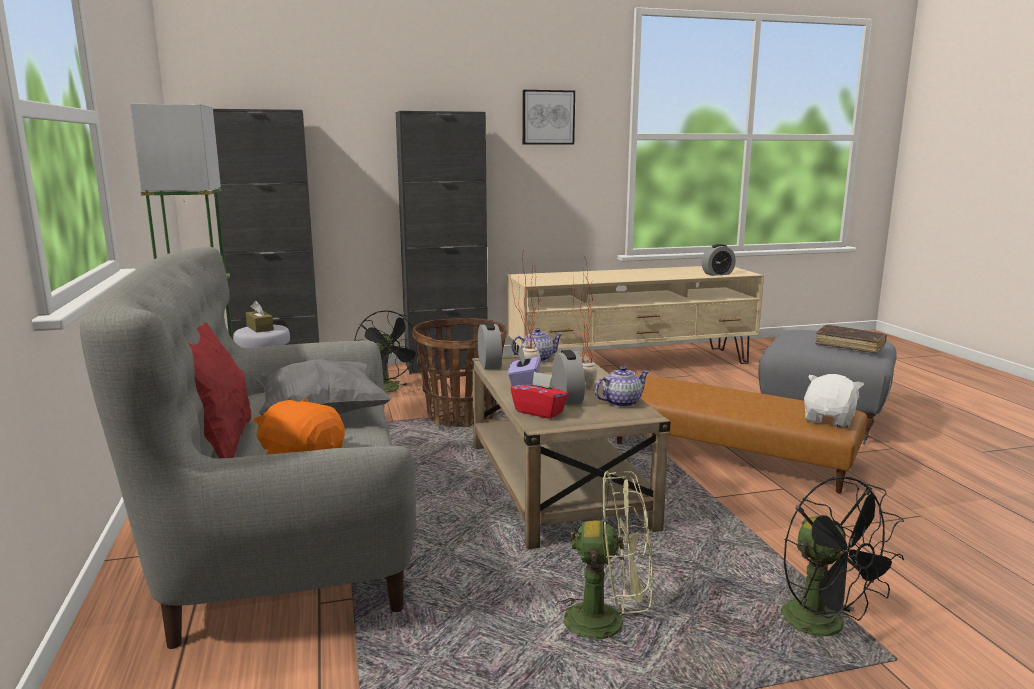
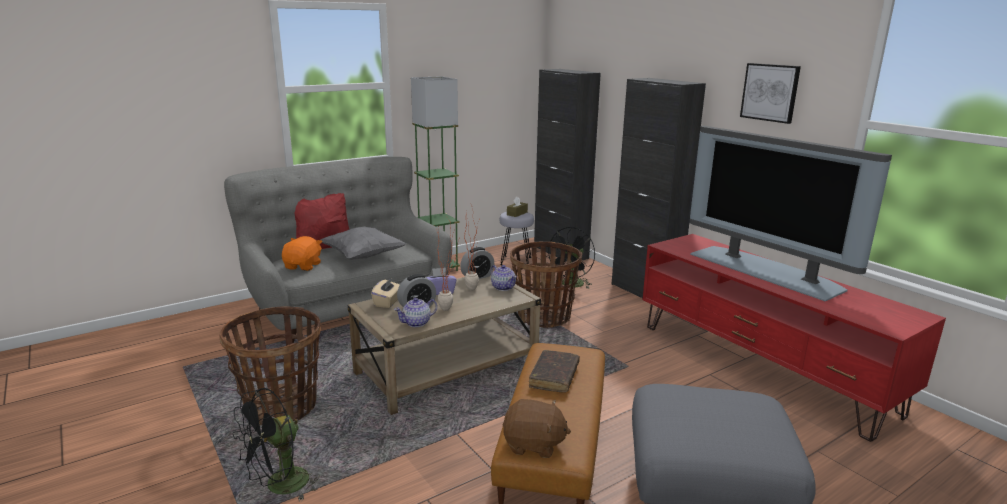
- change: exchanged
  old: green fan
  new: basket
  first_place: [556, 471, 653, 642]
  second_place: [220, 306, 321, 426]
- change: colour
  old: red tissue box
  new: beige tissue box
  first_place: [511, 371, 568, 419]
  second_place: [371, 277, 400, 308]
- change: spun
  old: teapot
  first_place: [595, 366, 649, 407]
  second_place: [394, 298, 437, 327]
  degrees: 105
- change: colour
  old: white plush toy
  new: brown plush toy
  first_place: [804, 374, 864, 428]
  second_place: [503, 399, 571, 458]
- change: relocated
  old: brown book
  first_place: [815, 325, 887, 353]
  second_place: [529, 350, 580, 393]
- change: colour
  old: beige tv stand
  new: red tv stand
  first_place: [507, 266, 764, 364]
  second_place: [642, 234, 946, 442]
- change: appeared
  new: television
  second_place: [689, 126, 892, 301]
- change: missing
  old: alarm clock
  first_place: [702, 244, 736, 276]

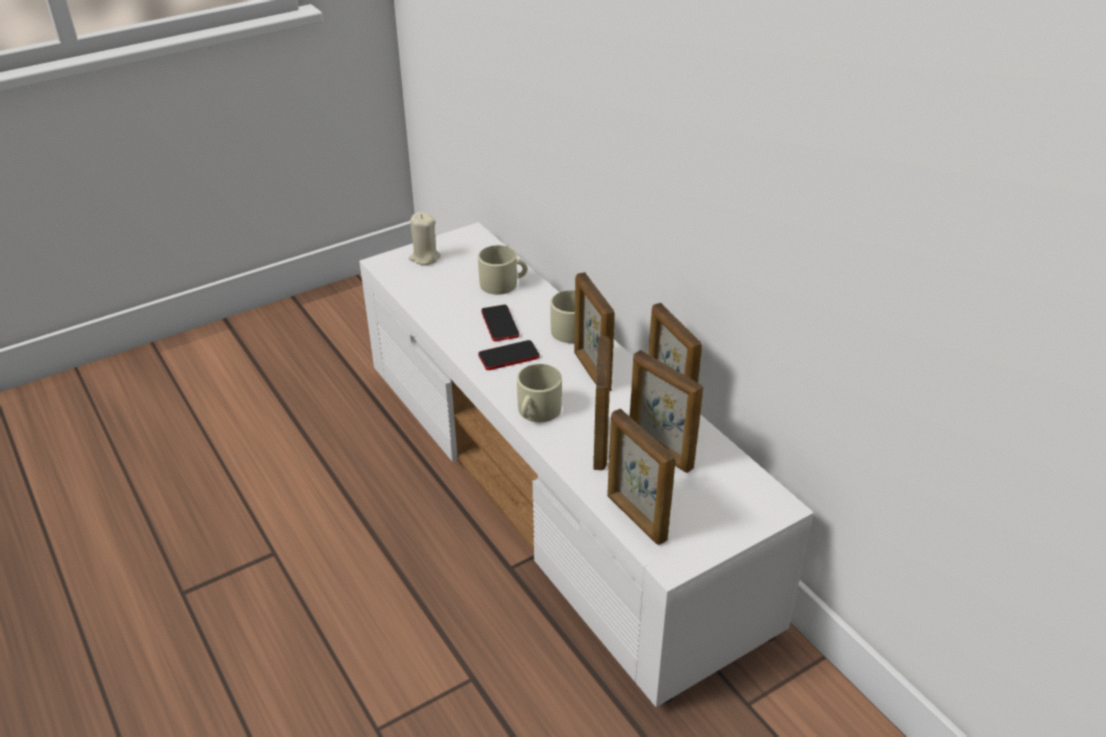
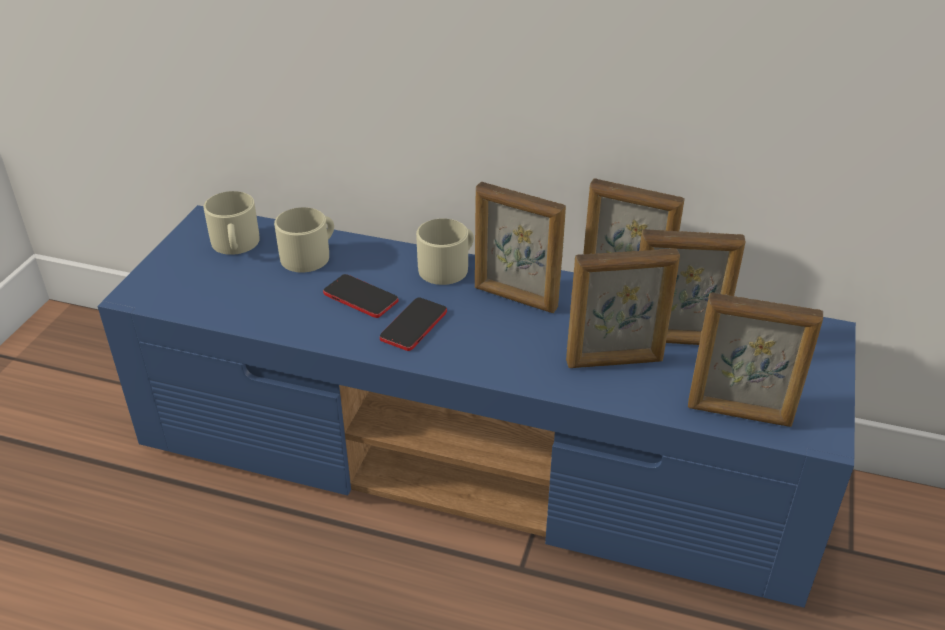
- change: colour
  old: white tv stand
  new: blue tv stand
  first_place: [359, 222, 814, 707]
  second_place: [97, 205, 856, 608]
- change: relocated
  old: beige mug
  first_place: [517, 364, 562, 422]
  second_place: [203, 191, 260, 255]
- change: spun
  old: picture frame
  first_place: [593, 336, 611, 470]
  second_place: [566, 248, 680, 368]
  degrees: 120
- change: missing
  old: beige candle
  first_place: [409, 212, 441, 265]

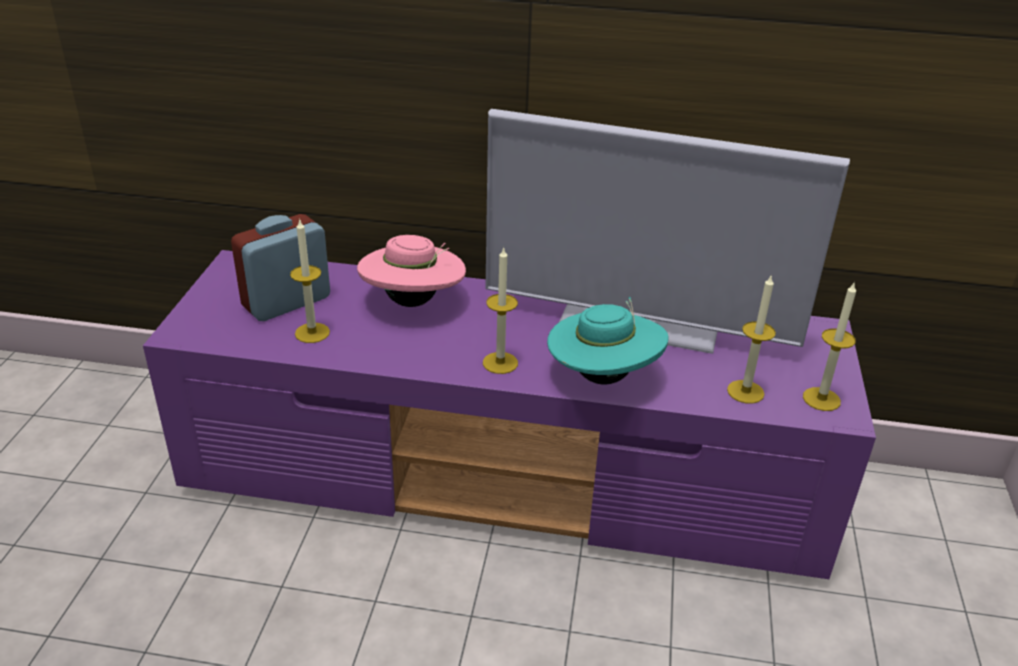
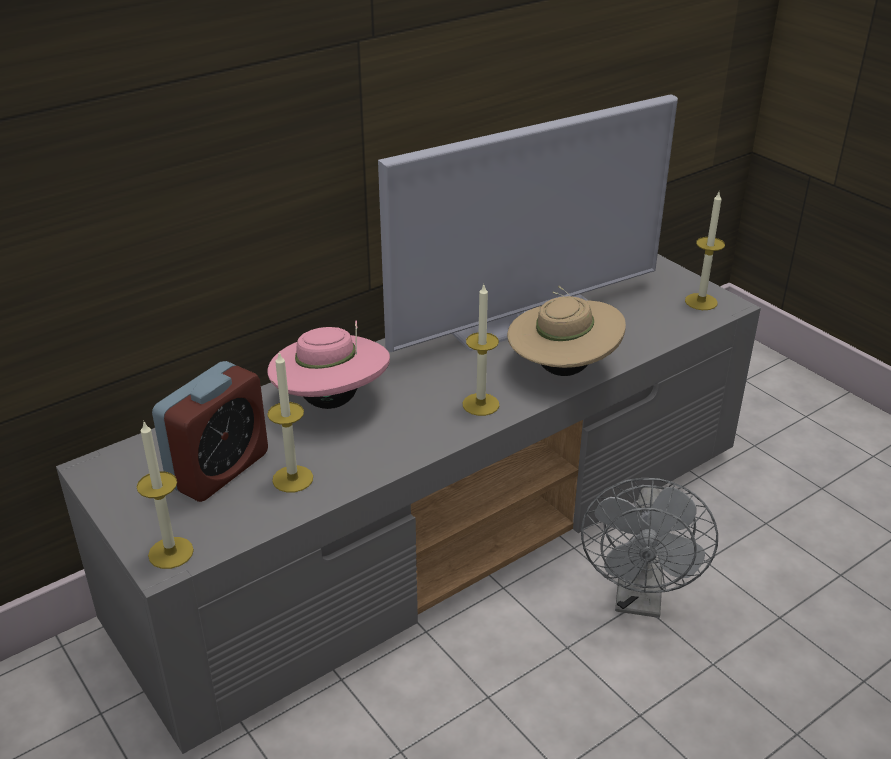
- change: colour
  old: purple tv stand
  new: grey tv stand
  first_place: [143, 250, 876, 579]
  second_place: [56, 254, 761, 754]
- change: relocated
  old: candle
  first_place: [727, 274, 776, 404]
  second_place: [136, 420, 194, 569]
- change: spun
  old: alarm clock
  first_place: [231, 214, 330, 321]
  second_place: [152, 361, 268, 502]
  degrees: -150
- change: colour
  old: turquoise hat
  new: beige hat
  first_place: [547, 297, 669, 385]
  second_place: [507, 286, 626, 376]
- change: appeared
  new: grey fan
  second_place: [581, 478, 718, 618]

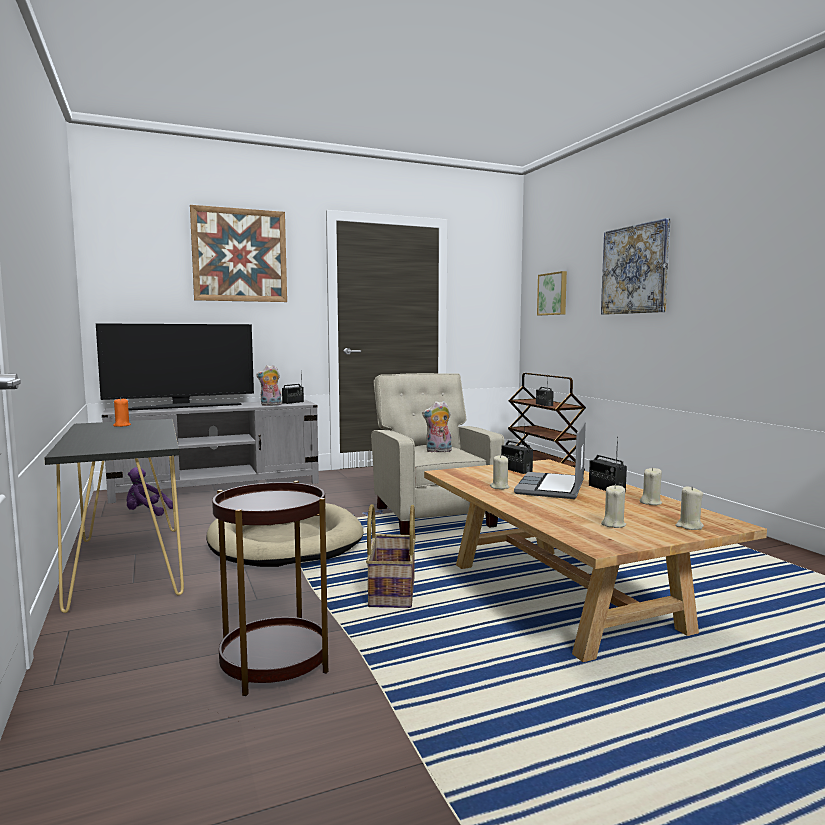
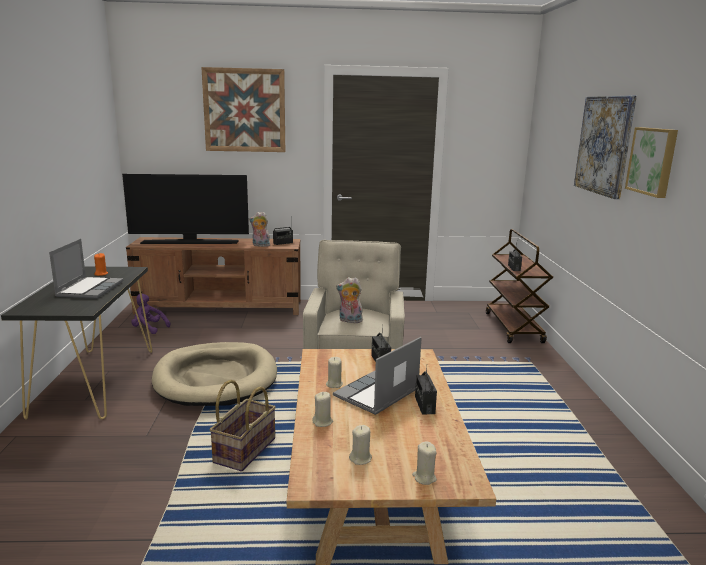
- change: appeared
  new: laptop
  second_place: [49, 239, 124, 299]
- change: colour
  old: grey tv stand
  new: brown tv stand
  first_place: [102, 400, 319, 504]
  second_place: [126, 237, 301, 315]
- change: relocated
  old: beige candle
  first_place: [640, 467, 662, 505]
  second_place: [312, 392, 333, 427]
- change: relocated
  old: picture
  first_place: [537, 271, 567, 315]
  second_place: [625, 127, 678, 198]
- change: missing
  old: brown side table
  first_place: [212, 481, 328, 696]

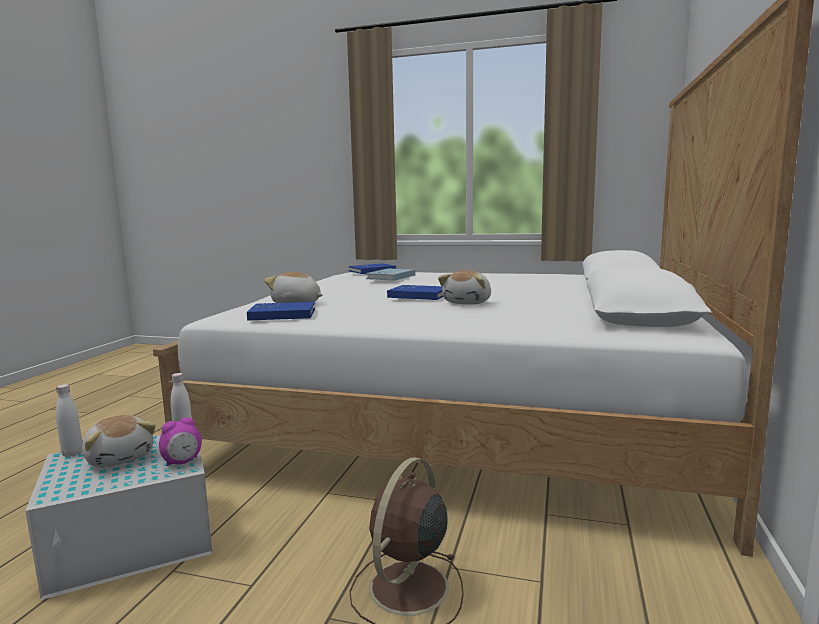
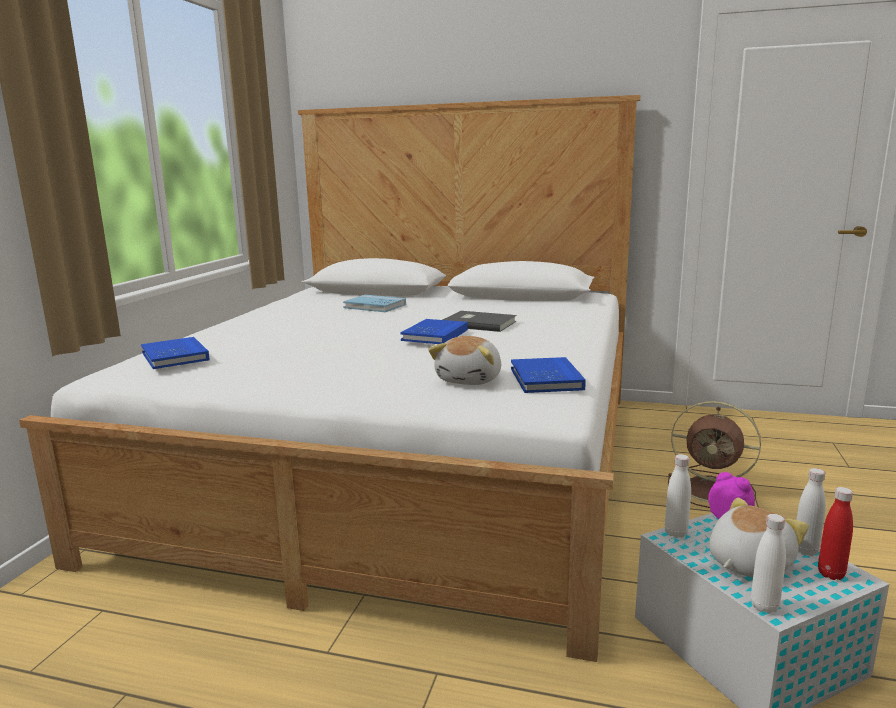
- change: relocated
  old: blue book
  first_place: [366, 269, 415, 281]
  second_place: [343, 295, 406, 312]
- change: exchanged
  old: plush toy
  new: grey book
  first_place: [438, 270, 491, 305]
  second_place: [442, 311, 516, 332]
- change: appeared
  new: white bottle
  second_place: [797, 468, 826, 556]
- change: appeared
  new: red bottle
  second_place: [818, 487, 853, 580]

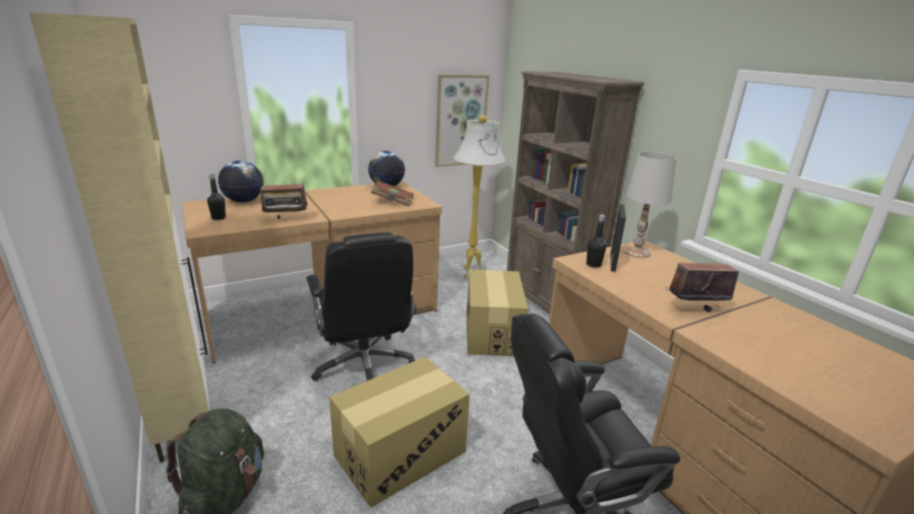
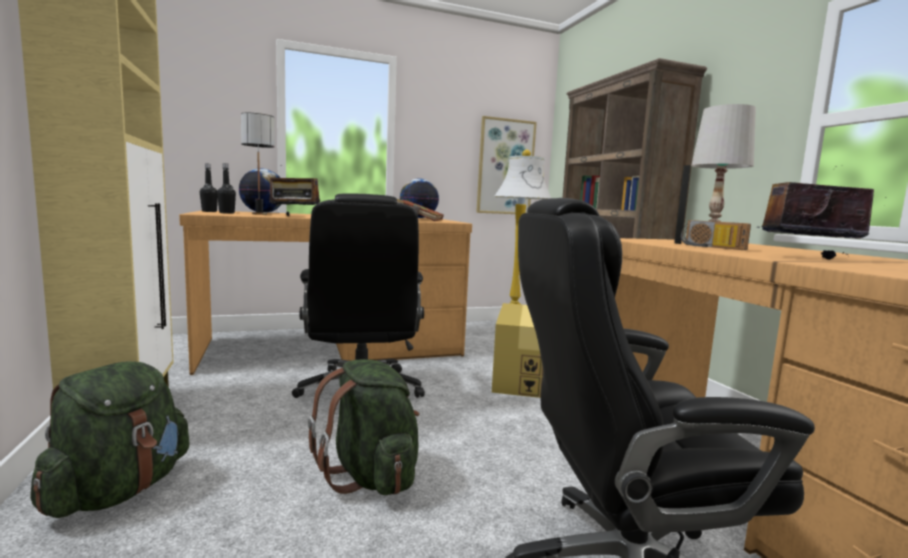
- change: relocated
  old: black bottle
  first_place: [586, 215, 607, 268]
  second_place: [200, 163, 218, 212]
- change: appeared
  new: table lamp
  second_place: [241, 113, 275, 215]
- change: exchanged
  old: cardboard box
  new: green backpack
  first_place: [329, 357, 470, 508]
  second_place: [308, 359, 419, 495]
- change: appeared
  new: radio
  second_place: [681, 220, 751, 250]

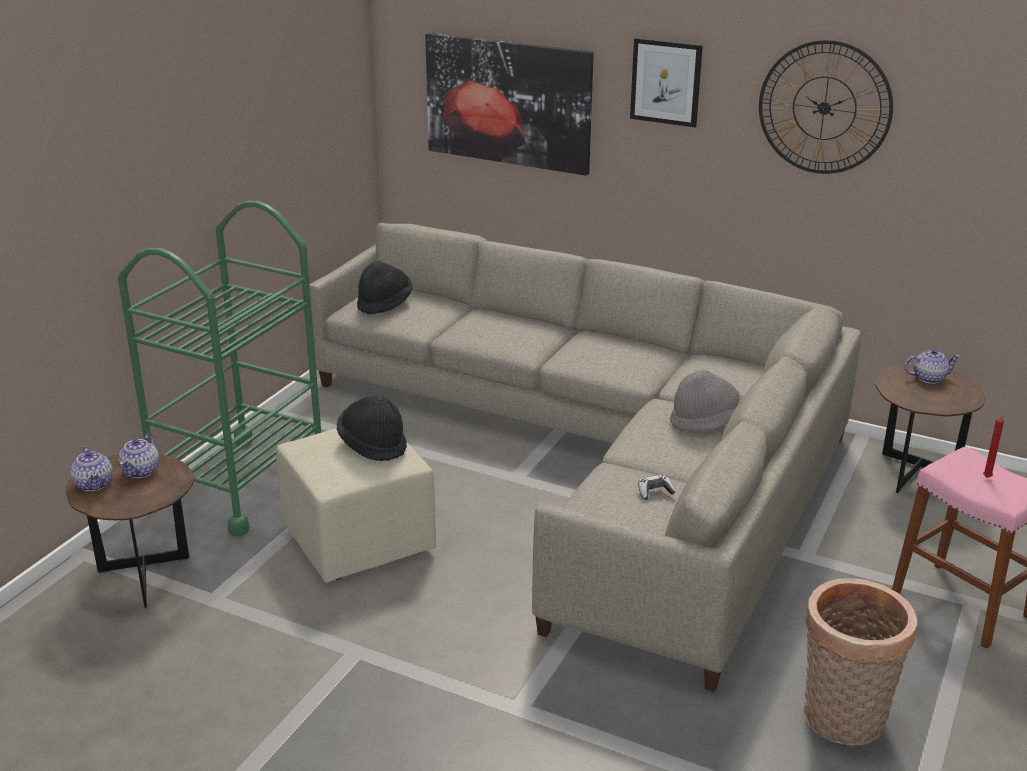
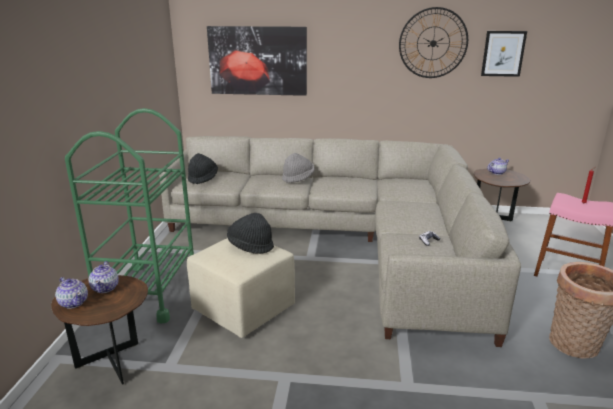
- change: relocated
  old: grey hat
  first_place: [670, 370, 742, 432]
  second_place: [282, 153, 315, 183]
- change: relocated
  old: picture
  first_place: [630, 38, 703, 127]
  second_place: [481, 31, 527, 77]

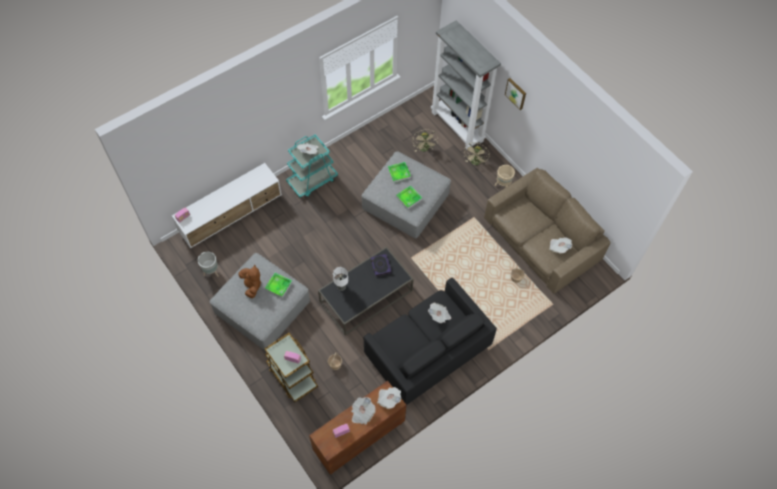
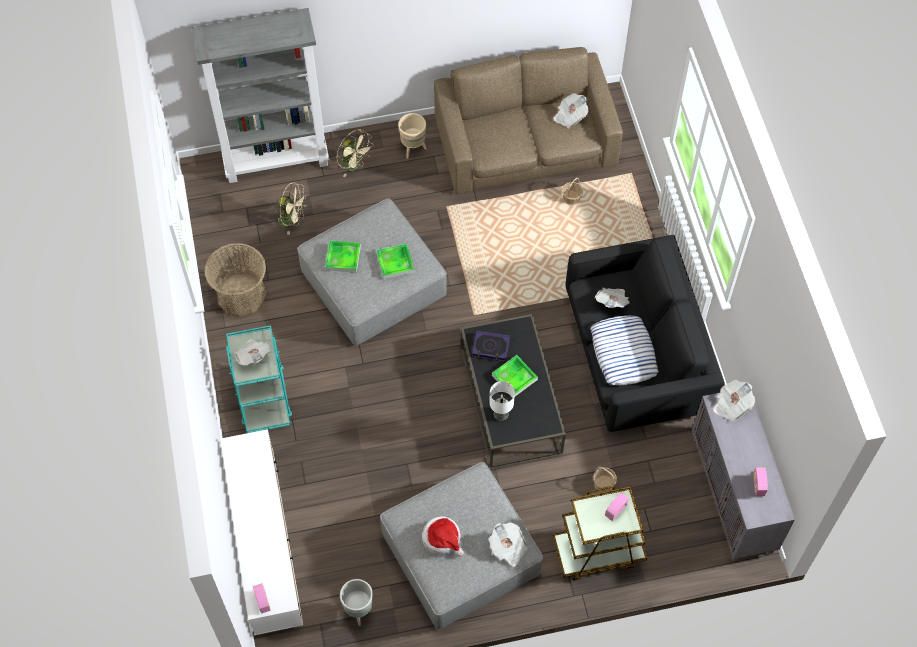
- change: appeared
  new: basket
  second_place: [205, 243, 266, 317]
- change: exchanged
  old: brown plush toy
  new: hat
  first_place: [239, 264, 261, 298]
  second_place: [422, 516, 464, 557]
- change: relocated
  old: newspaper
  first_place: [351, 397, 376, 425]
  second_place: [489, 522, 528, 567]
- change: relocated
  old: tray
  first_place: [265, 273, 292, 298]
  second_place: [492, 355, 538, 397]
- change: appeared
  new: pillow
  second_place: [591, 315, 659, 385]
- change: colour
  old: brown cabinet
  new: grey cabinet
  first_place: [309, 381, 406, 474]
  second_place: [692, 393, 795, 562]
- change: missing
  old: picture
  first_place: [505, 78, 526, 110]

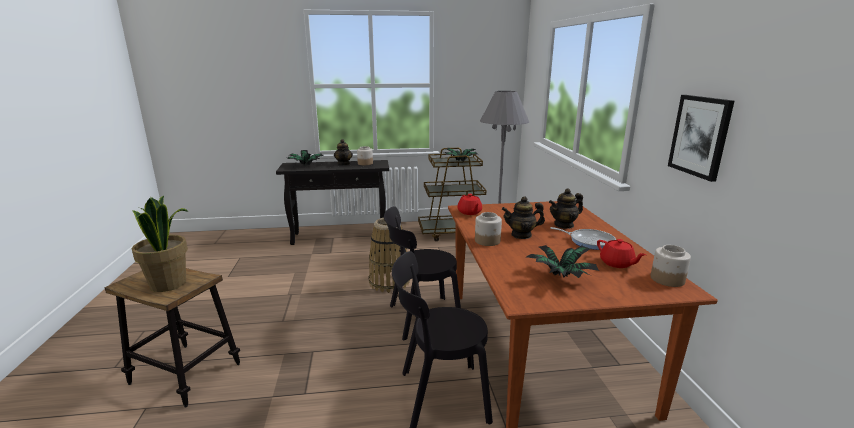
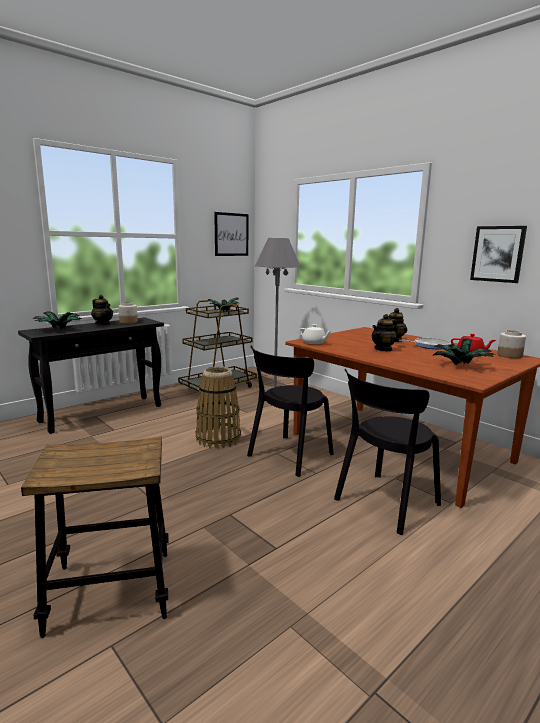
- change: appeared
  new: picture
  second_place: [214, 212, 249, 256]
- change: colour
  old: red teapot
  new: white teapot
  first_place: [457, 194, 482, 215]
  second_place: [299, 324, 332, 344]
- change: missing
  old: potted plant
  first_place: [132, 196, 189, 292]
- change: missing
  old: jar
  first_place: [475, 212, 502, 246]

